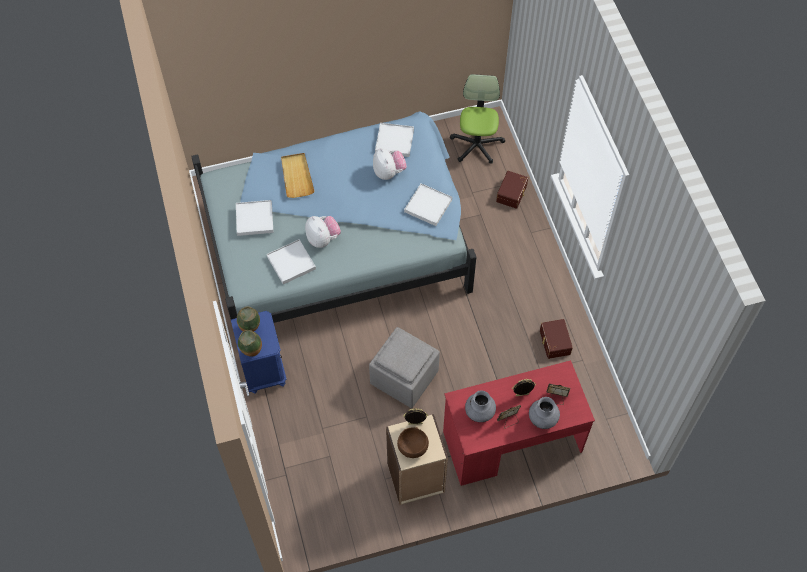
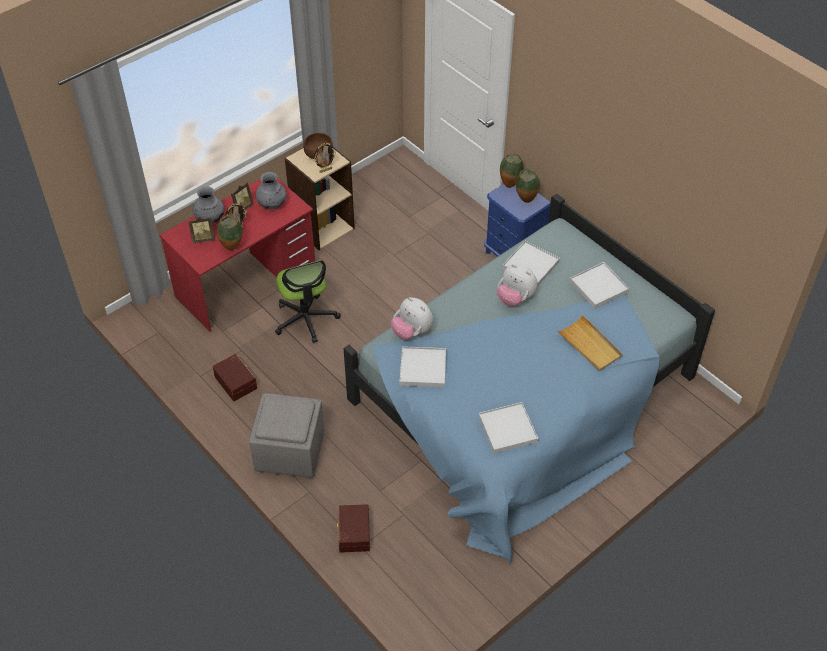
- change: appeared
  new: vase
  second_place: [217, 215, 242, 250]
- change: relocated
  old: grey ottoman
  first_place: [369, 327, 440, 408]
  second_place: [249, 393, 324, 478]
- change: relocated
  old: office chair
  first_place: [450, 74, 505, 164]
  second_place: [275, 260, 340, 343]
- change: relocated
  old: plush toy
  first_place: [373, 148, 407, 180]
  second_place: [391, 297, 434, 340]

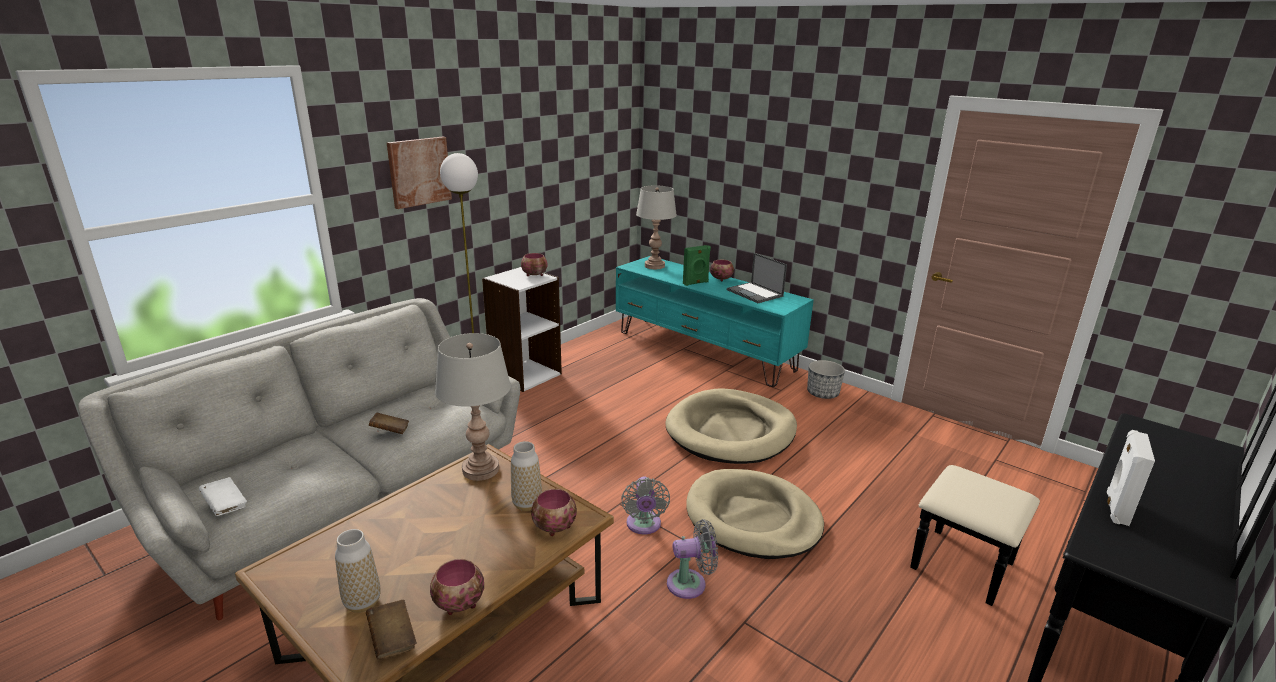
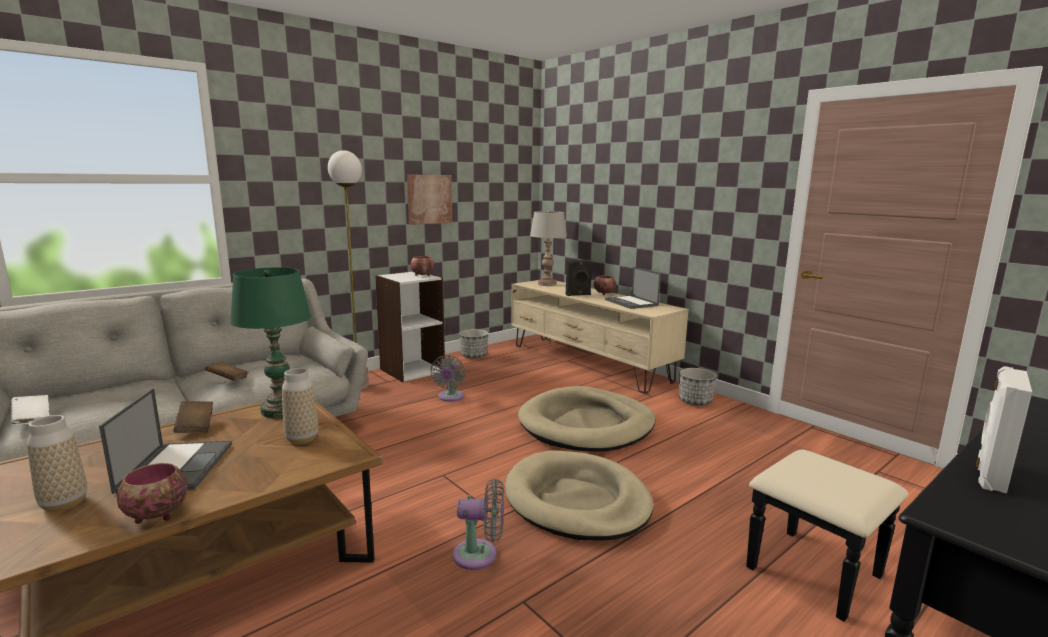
- change: appeared
  new: laptop
  second_place: [99, 388, 232, 494]
- change: relocated
  old: brown book
  first_place: [366, 599, 416, 660]
  second_place: [173, 401, 213, 433]
- change: colour
  old: grey table lamp
  new: green table lamp
  first_place: [435, 333, 511, 481]
  second_place: [230, 267, 311, 418]
- change: relocated
  old: picture
  first_place: [387, 137, 452, 209]
  second_place: [407, 174, 452, 225]
- change: relocated
  old: grey fan
  first_place: [621, 477, 670, 534]
  second_place: [431, 355, 466, 402]
- change: appeared
  new: planter
  second_place: [459, 329, 488, 359]
- change: colour
  old: turquoise tv stand
  new: beige tv stand
  first_place: [616, 256, 814, 387]
  second_place: [511, 280, 689, 394]
- change: colour
  old: green speaker
  new: black speaker
  first_place: [683, 245, 711, 286]
  second_place: [566, 260, 592, 296]
- change: missing
  old: bowl
  first_place: [531, 489, 577, 536]

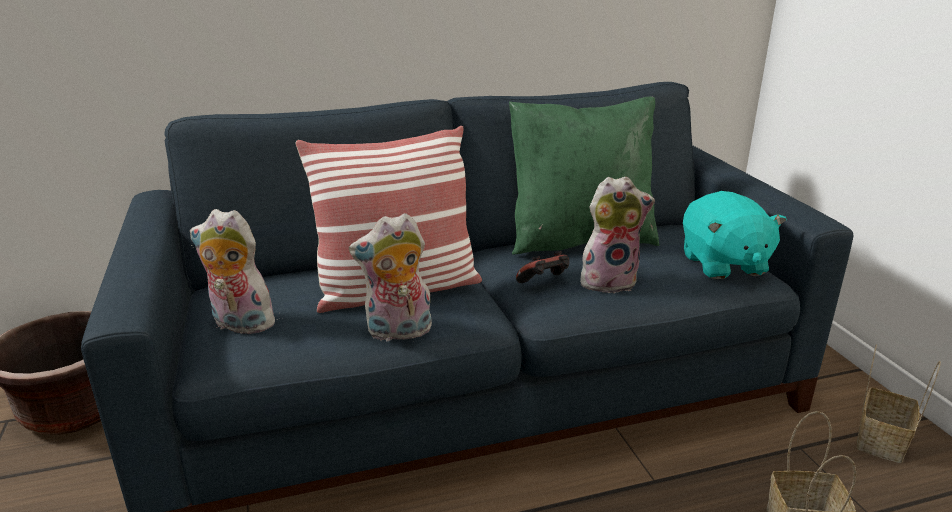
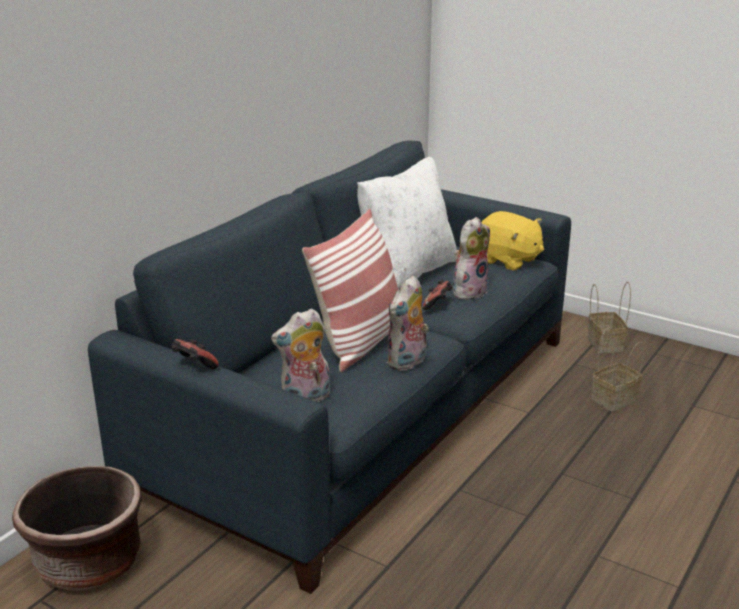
- change: appeared
  new: game controller
  second_place: [172, 339, 219, 369]
- change: colour
  old: green pillow
  new: white pillow
  first_place: [509, 97, 659, 255]
  second_place: [357, 157, 457, 289]
- change: colour
  old: turquoise plush toy
  new: yellow plush toy
  first_place: [683, 191, 787, 279]
  second_place: [481, 211, 544, 271]

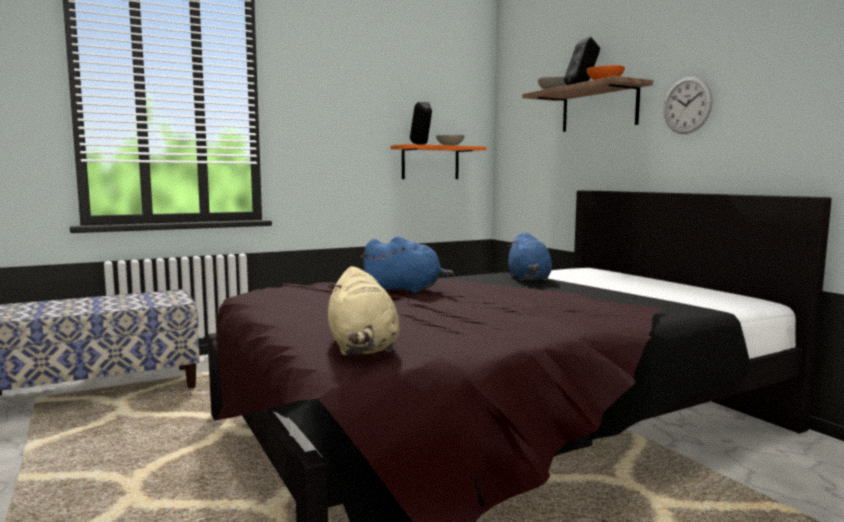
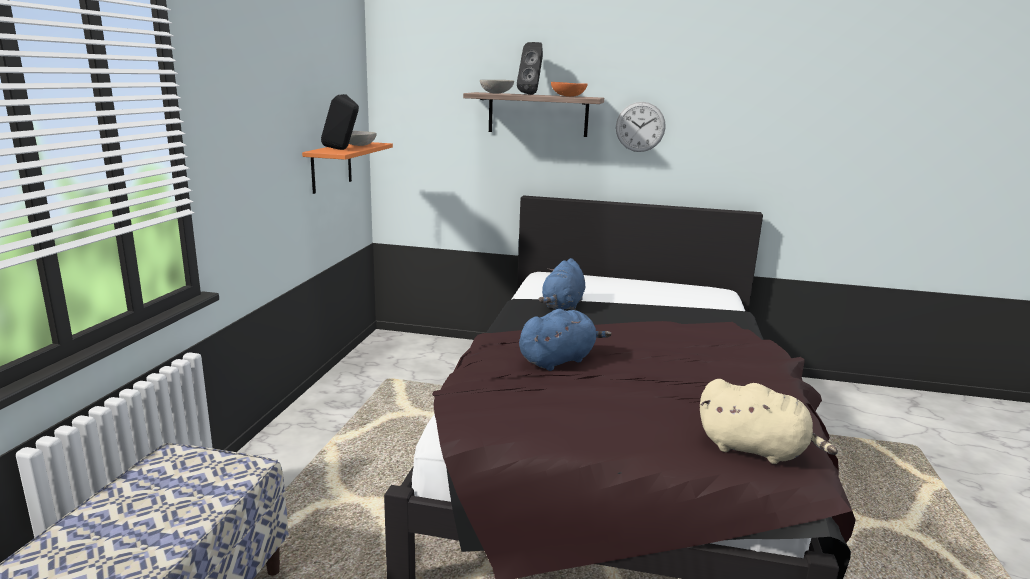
- change: spun
  old: blue plush toy
  first_place: [507, 232, 552, 281]
  second_place: [539, 258, 585, 310]
  degrees: 75

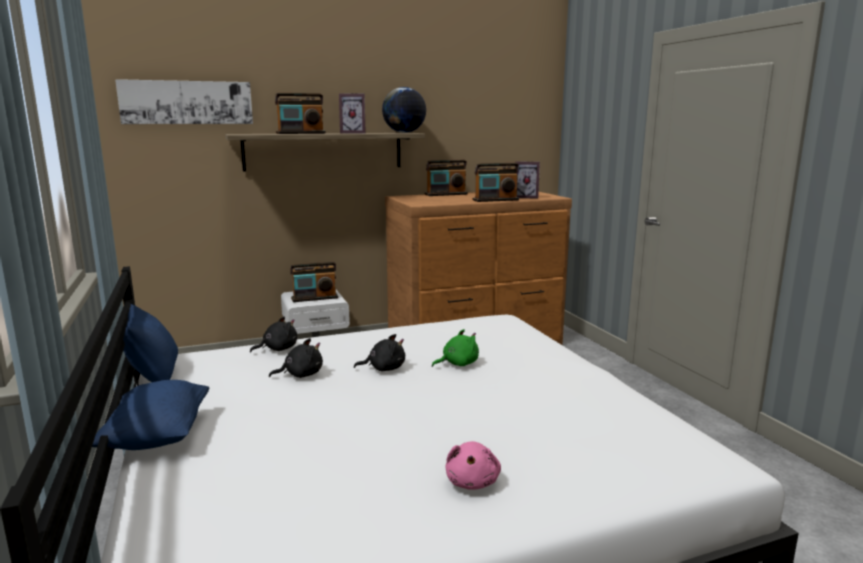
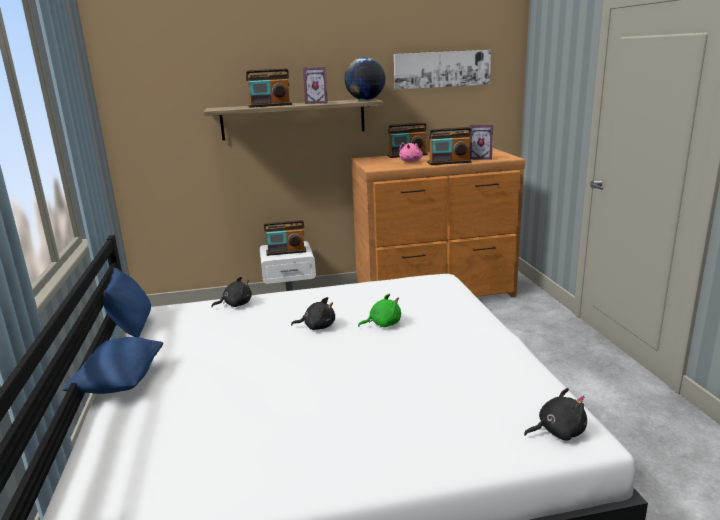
- change: relocated
  old: picture
  first_place: [115, 79, 253, 124]
  second_place: [394, 50, 491, 90]
- change: relocated
  old: pink plush toy
  first_place: [445, 441, 501, 490]
  second_place: [399, 142, 423, 162]
- change: relocated
  old: black plush toy
  first_place: [269, 338, 323, 378]
  second_place: [524, 388, 587, 441]

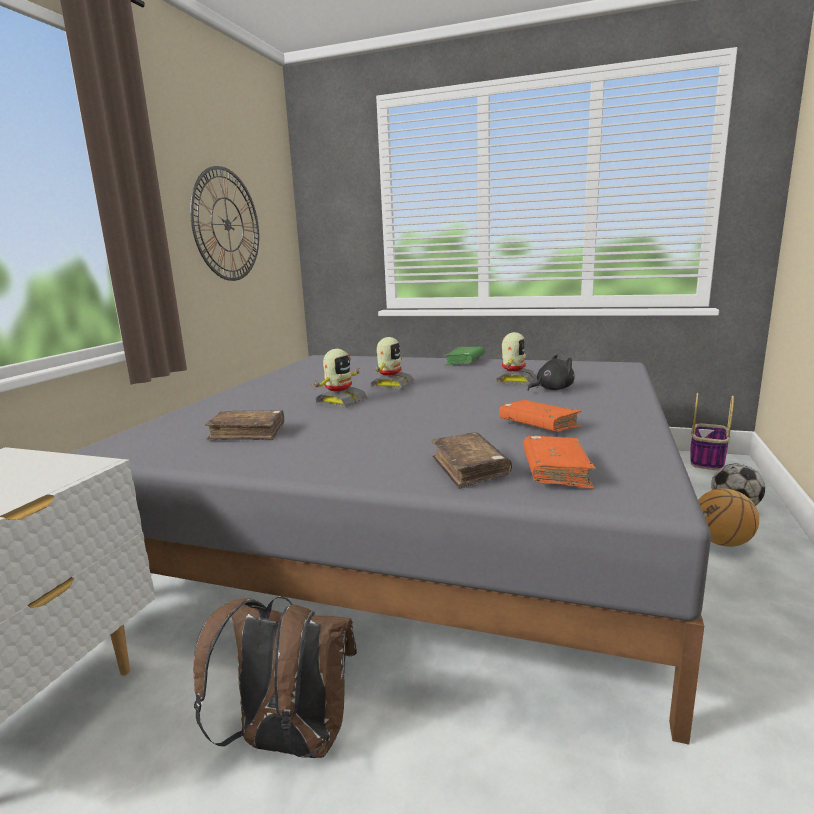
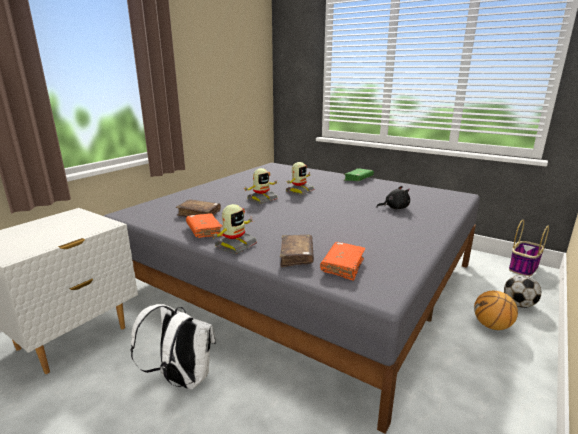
- change: colour
  old: brown backpack
  new: white backpack
  first_place: [193, 597, 357, 758]
  second_place: [130, 304, 216, 390]
- change: relocated
  old: orange book
  first_place: [499, 400, 582, 432]
  second_place: [186, 214, 223, 238]
- change: relocated
  old: toy robot
  first_place: [496, 332, 535, 385]
  second_place: [211, 204, 257, 254]
- change: missing
  old: wall clock
  first_place: [190, 166, 259, 281]

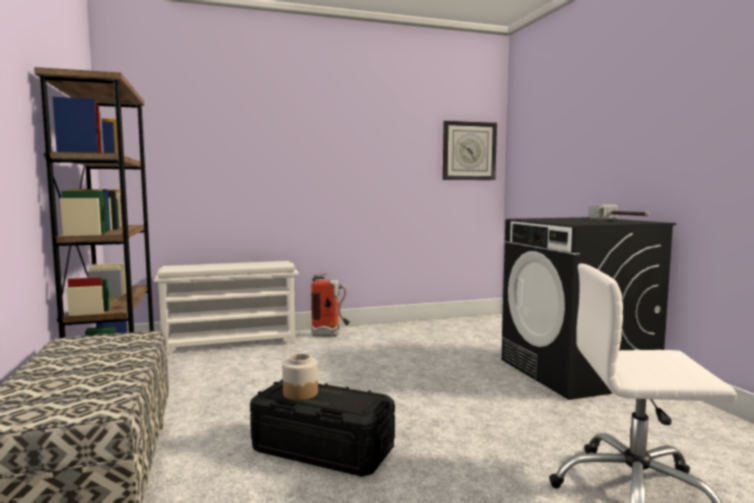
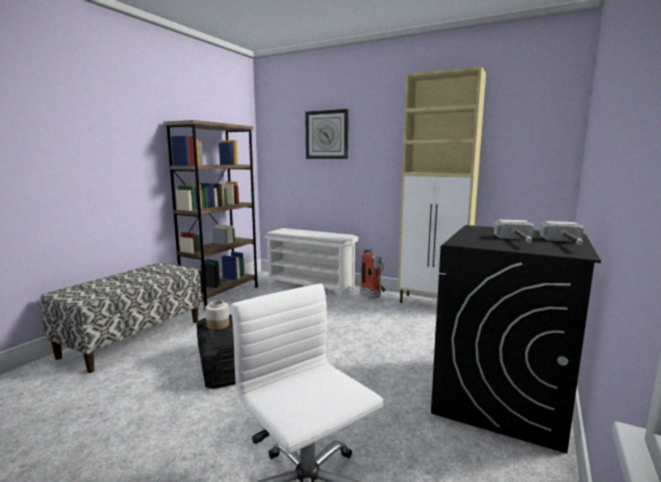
- change: relocated
  old: wall clock
  first_place: [443, 121, 497, 180]
  second_place: [305, 109, 349, 159]
- change: appeared
  new: beige cabinet
  second_place: [398, 66, 486, 303]
- change: appeared
  new: hammer
  second_place: [493, 220, 534, 243]

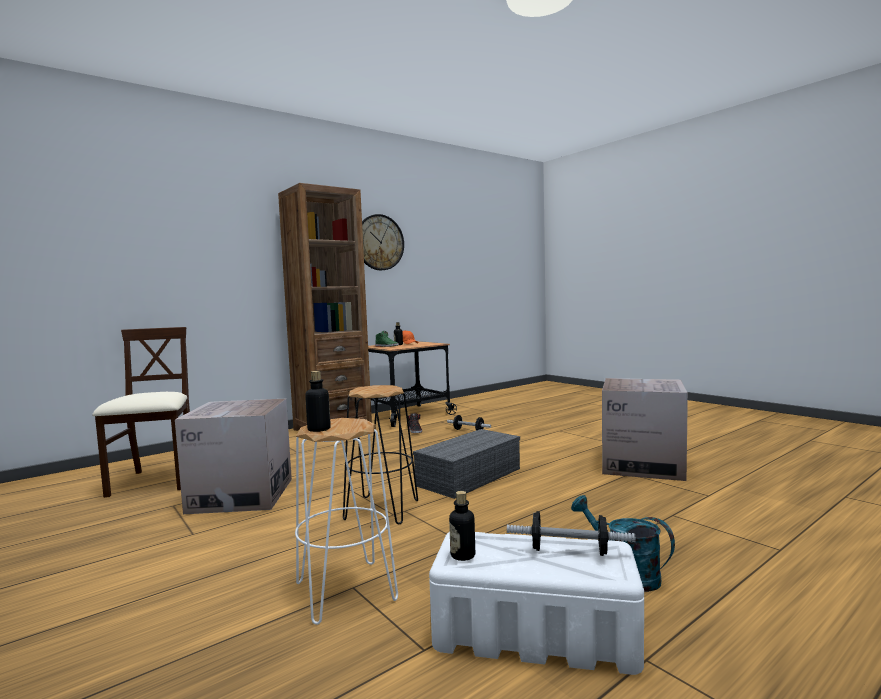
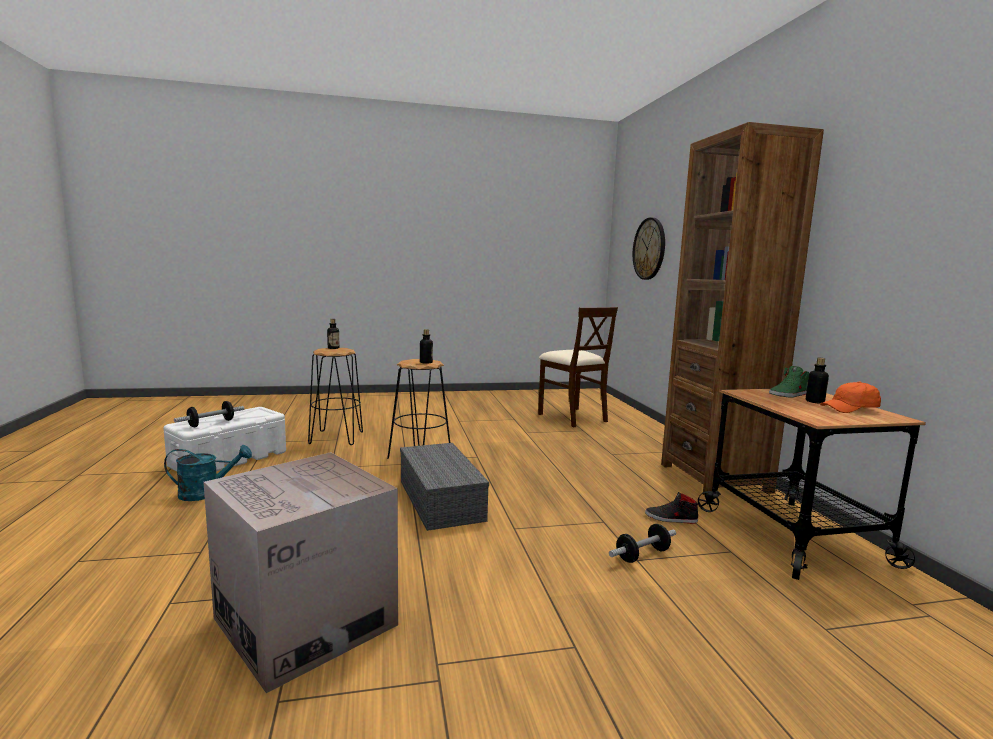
- change: colour
  old: white stool
  new: black stool
  first_place: [295, 418, 398, 625]
  second_place: [308, 348, 363, 445]
- change: relocated
  old: bottle
  first_place: [449, 491, 475, 561]
  second_place: [420, 329, 433, 364]
- change: spun
  old: beige chair
  first_place: [92, 327, 190, 498]
  second_place: [538, 307, 618, 427]
  degrees: 45
- change: relocated
  old: wall clock
  first_place: [362, 214, 404, 270]
  second_place: [633, 218, 665, 280]
- change: missing
  old: cardboard box
  first_place: [175, 399, 292, 514]

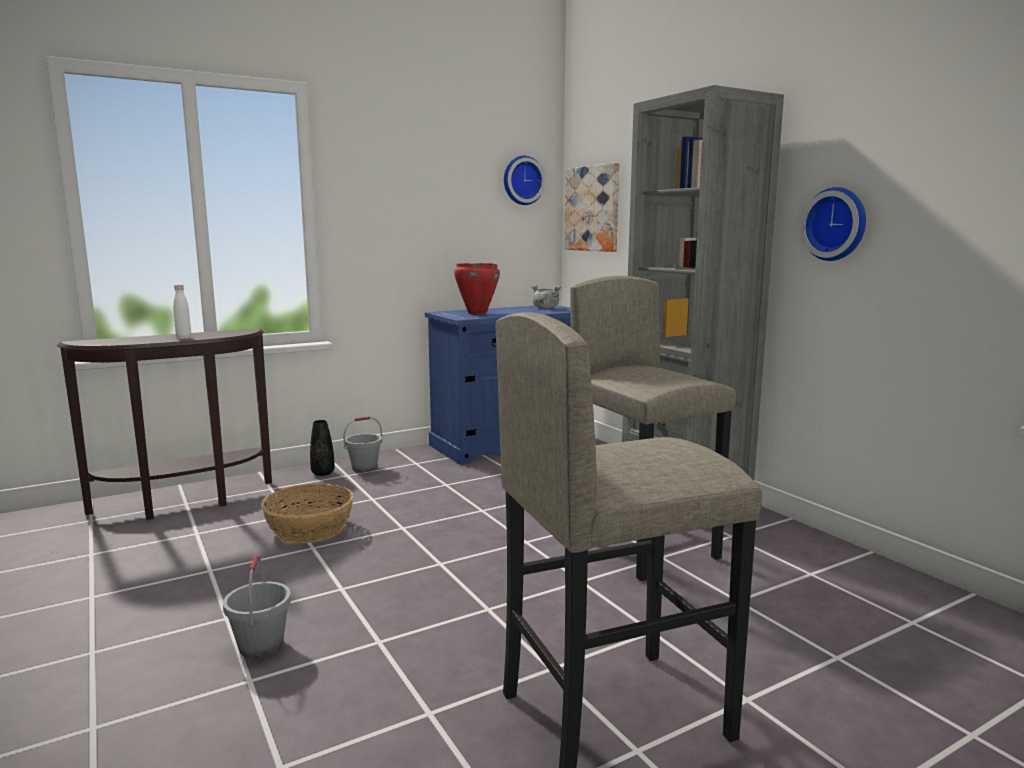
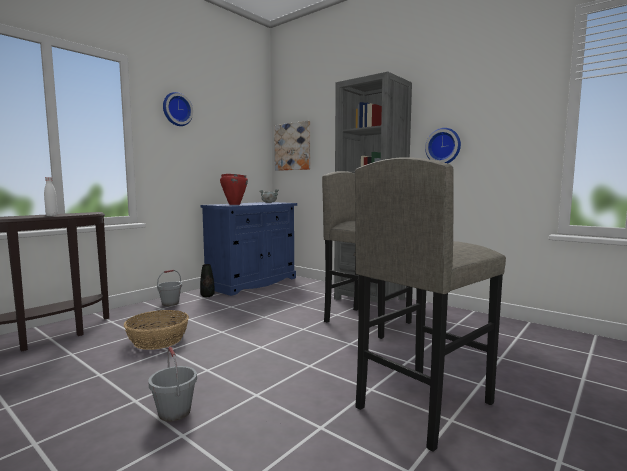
- change: relocated
  old: wall clock
  first_place: [504, 156, 545, 205]
  second_place: [163, 92, 193, 126]
- change: relocated
  old: black vase
  first_place: [310, 420, 335, 476]
  second_place: [200, 264, 215, 297]

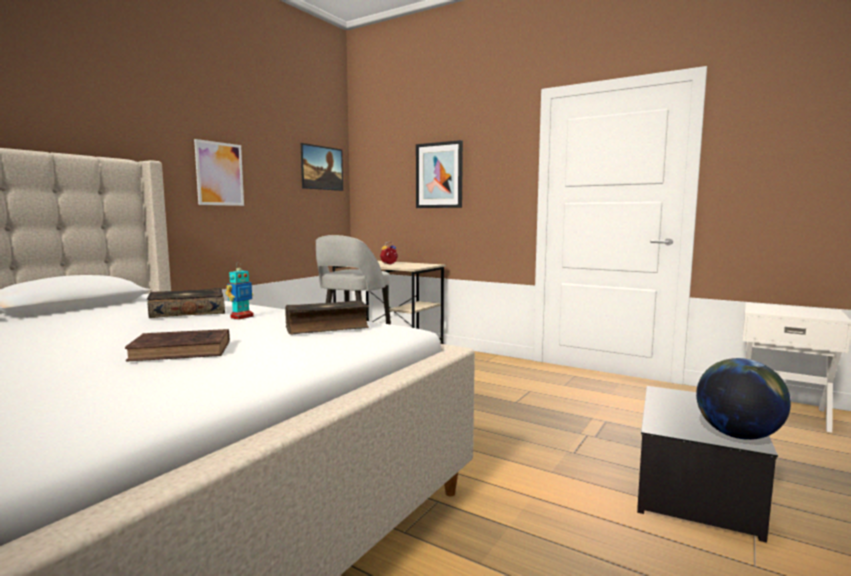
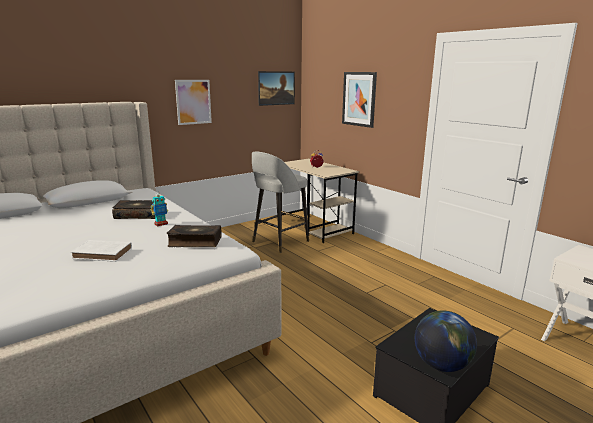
- change: colour
  old: brown book
  new: white book
  first_place: [125, 329, 230, 362]
  second_place: [71, 240, 132, 262]

